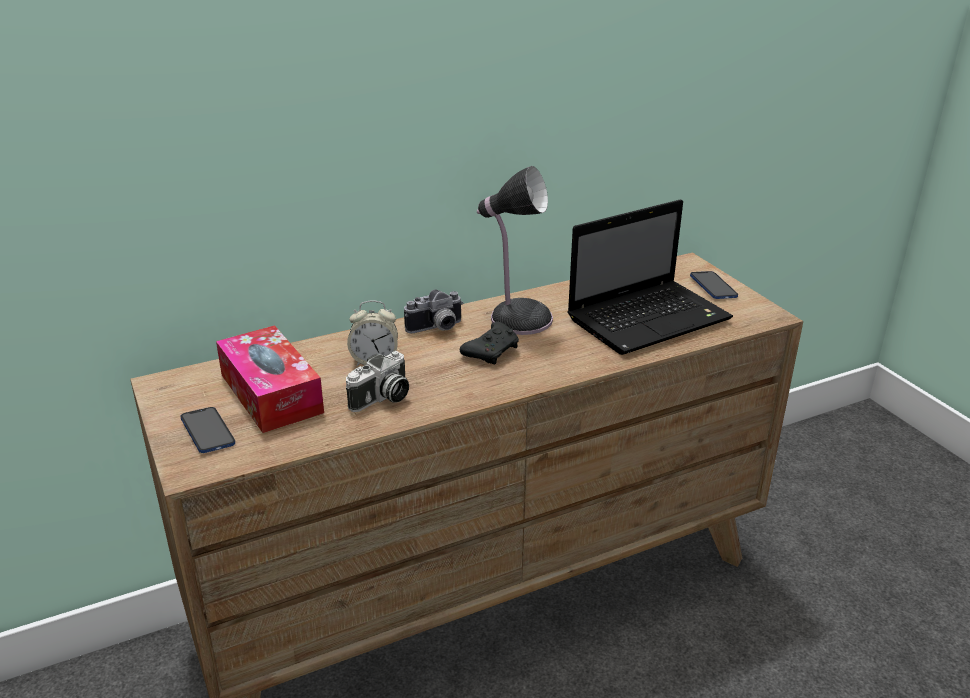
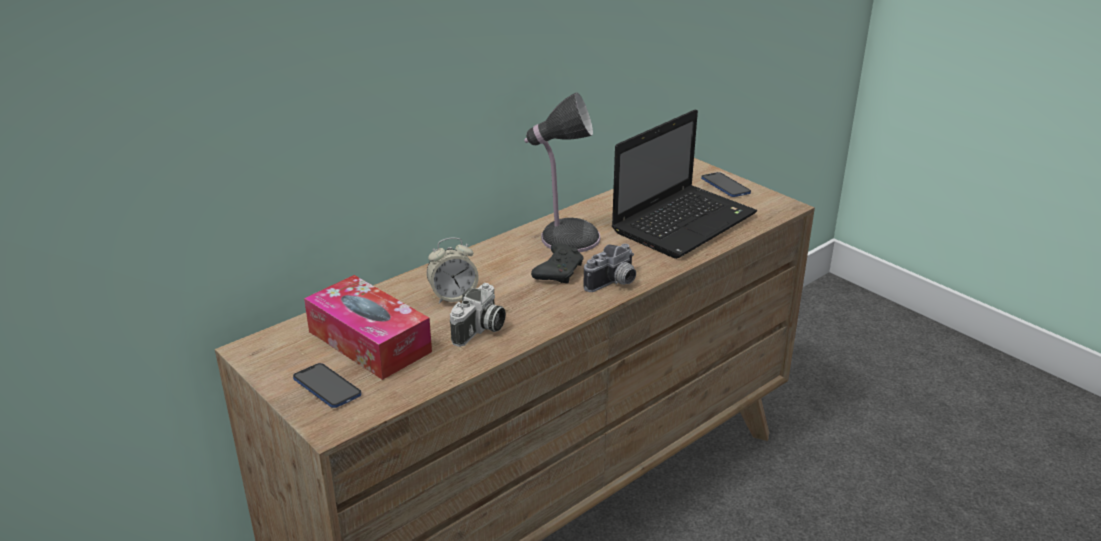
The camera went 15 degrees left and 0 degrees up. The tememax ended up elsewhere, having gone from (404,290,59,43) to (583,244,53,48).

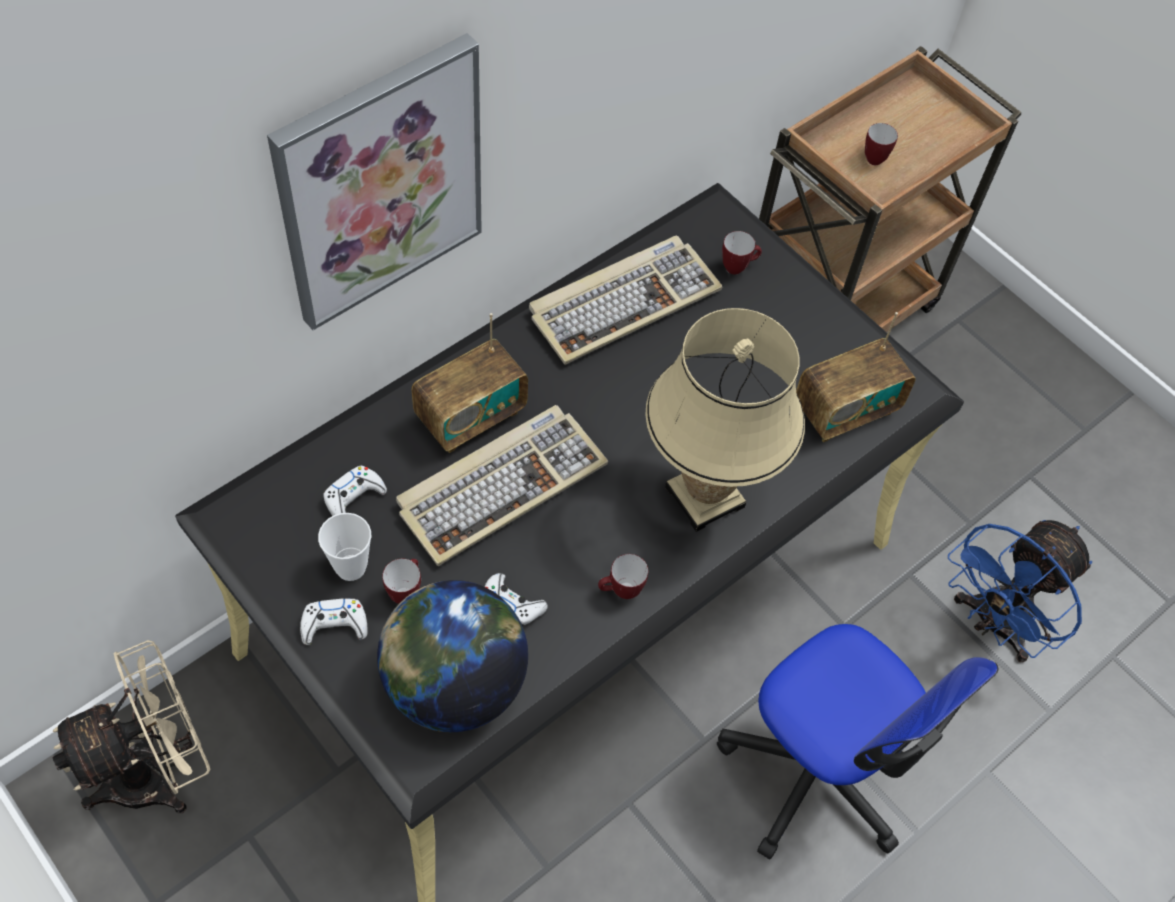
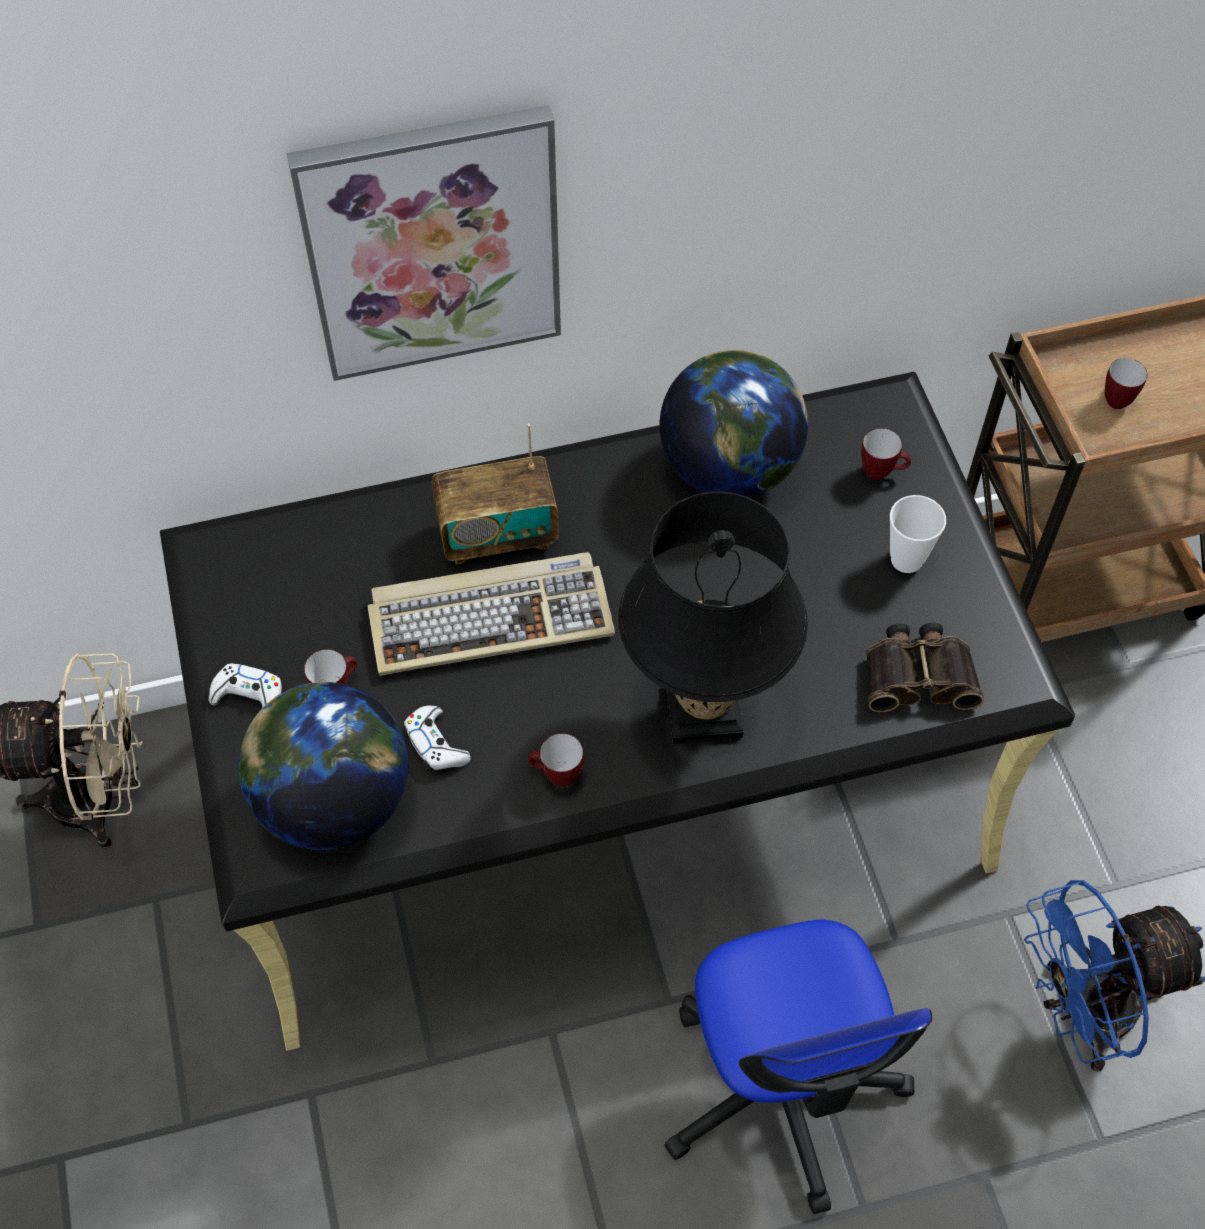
The camera went 30 degrees right and 0 degrees up. Where the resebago stood at (529,235,194,130), the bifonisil came to stand at (660,350,148,148). What was the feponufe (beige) at (645,308,160,224) turned into the feponufe (black) at (618,492,190,252). Where the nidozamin stood at (796,312,120,130), the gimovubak came to stand at (866,623,118,89). The second view lost the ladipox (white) at (323,465,64,51). The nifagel ended up elsewhere, having gone from (318,513,53,68) to (890,495,56,78).

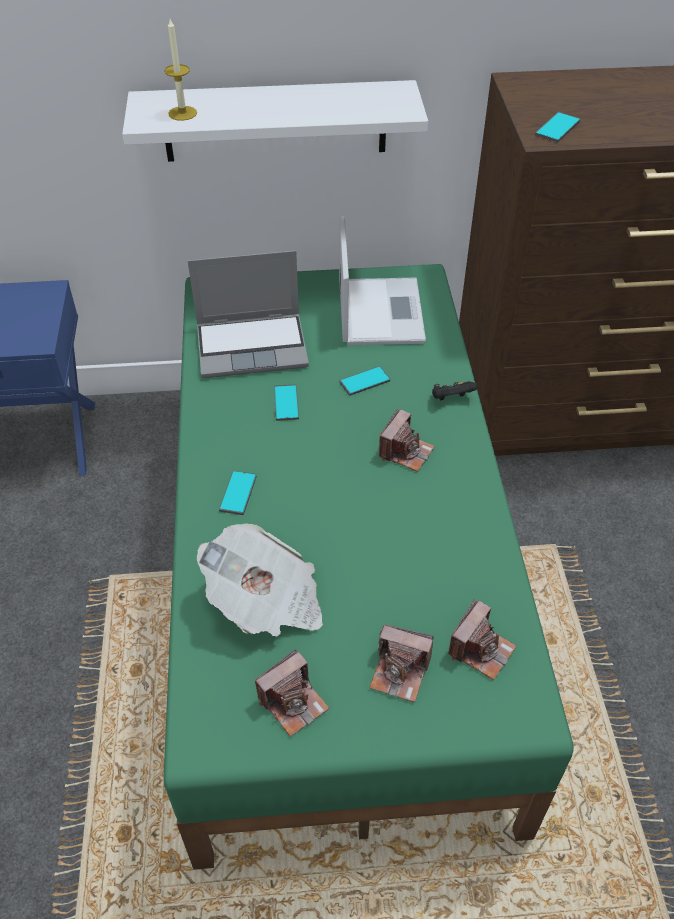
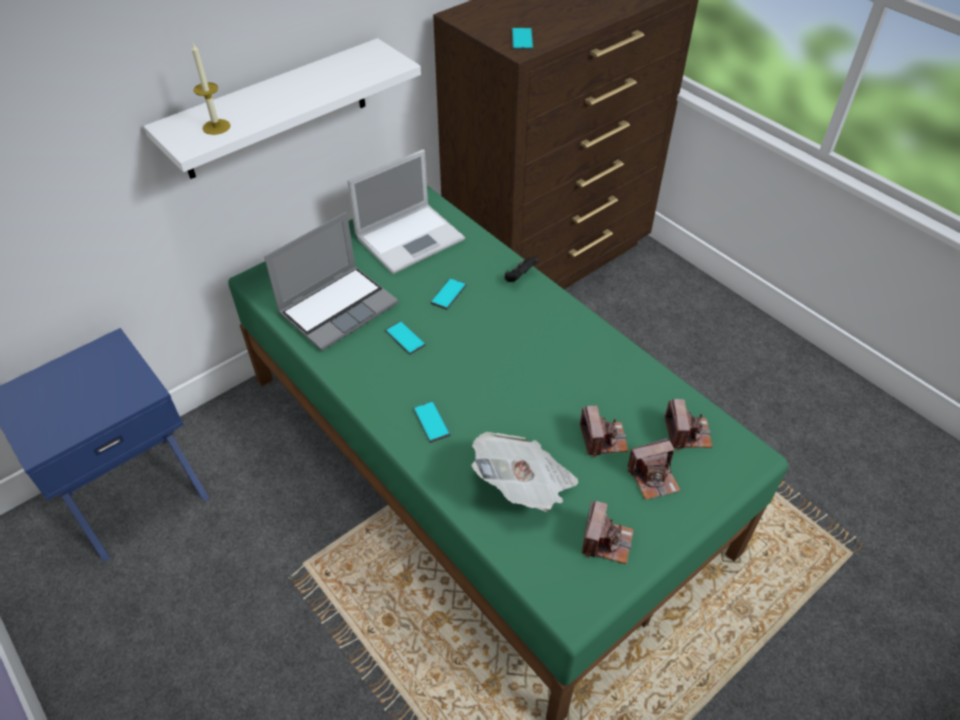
The camera went 35 degrees left and 0 degrees up. The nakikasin at (339,216,87,129) ended up facing another way, 90 degrees clockwise from before. The tememax ended up elsewhere, having gone from (379,409,56,63) to (580,405,49,52).

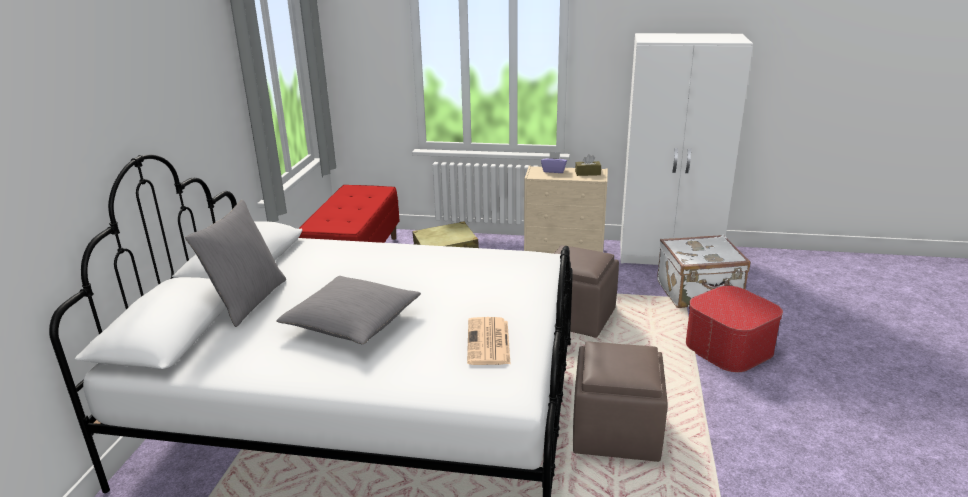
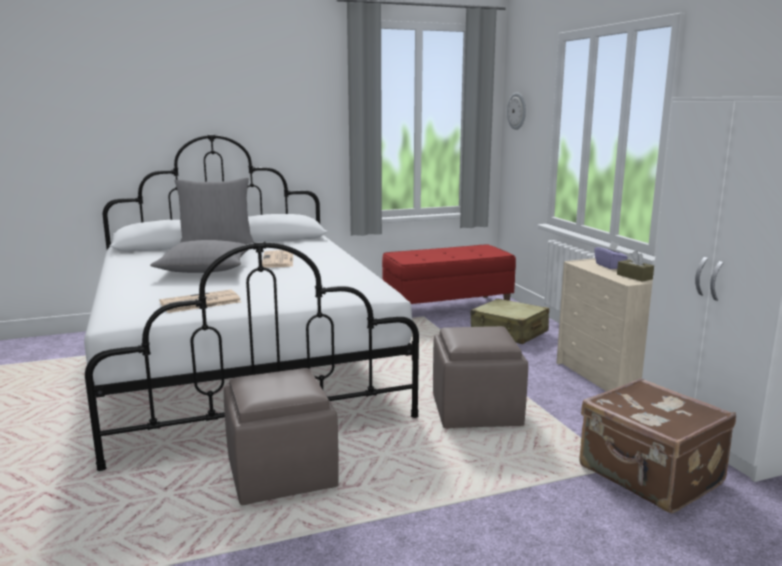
The camera went 60 degrees right and 10 degrees down. What was the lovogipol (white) at (657,235,93,73) turned into the lovogipol (brown) at (580,378,156,135). The second view lost the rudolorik at (686,286,97,86). The second view gained the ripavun at (507,92,19,38). The second view gained the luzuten at (262,250,31,18).

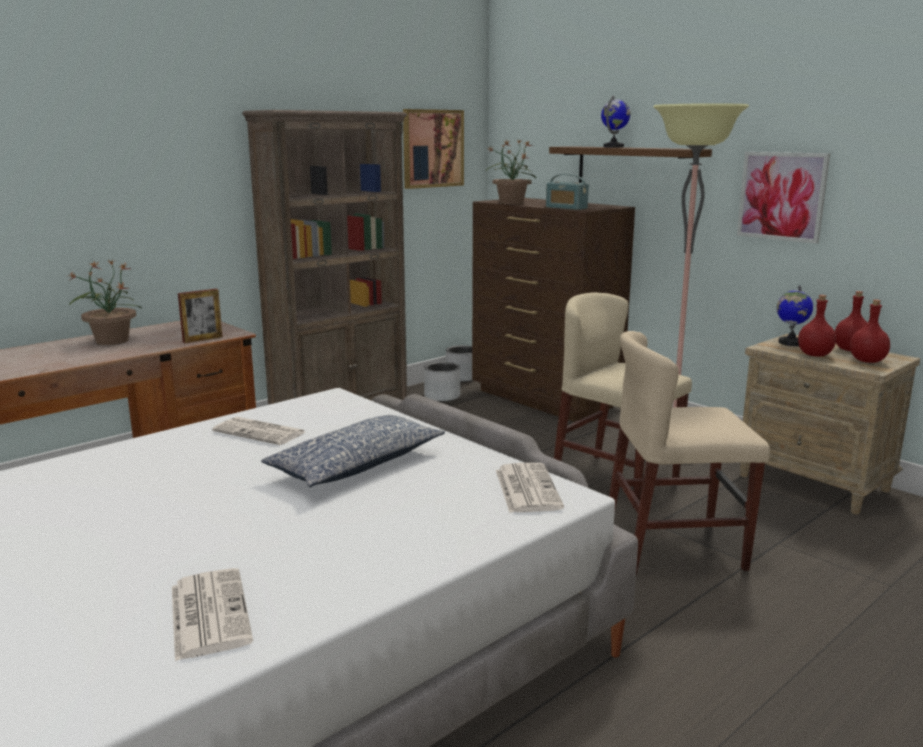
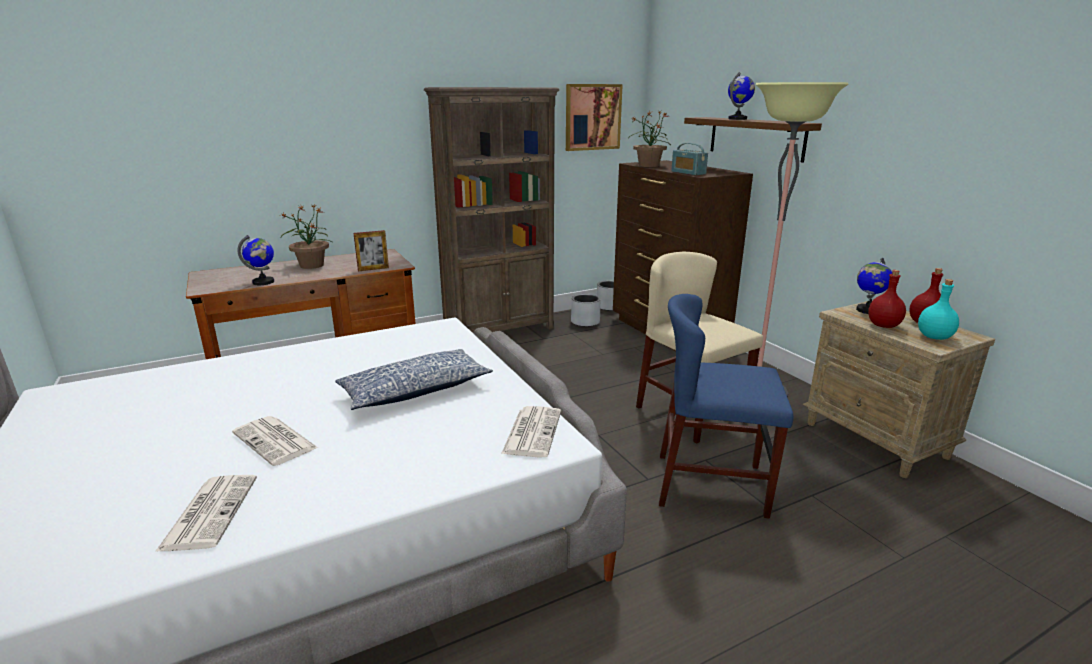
The camera went 15 degrees right and 5 degrees up. The second view lost the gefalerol at (737,152,93,92). What was the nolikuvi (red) at (850,299,40,64) turned into the nolikuvi (turquoise) at (918,279,41,61). What was the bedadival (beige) at (609,331,161,245) turned into the bedadival (blue) at (659,294,134,225). The luzuten ended up elsewhere, having gone from (212,417,93,28) to (232,416,86,50). The second view gained the bifonisil at (237,235,37,50).

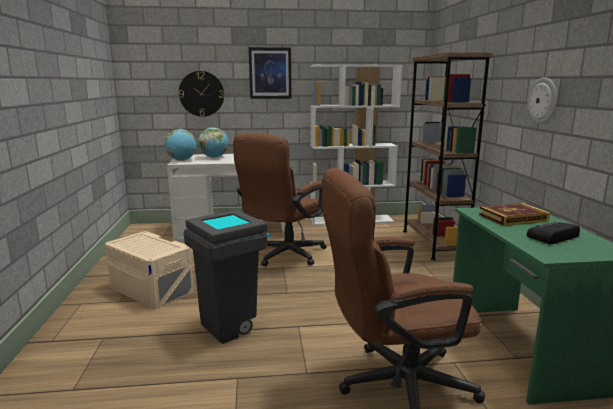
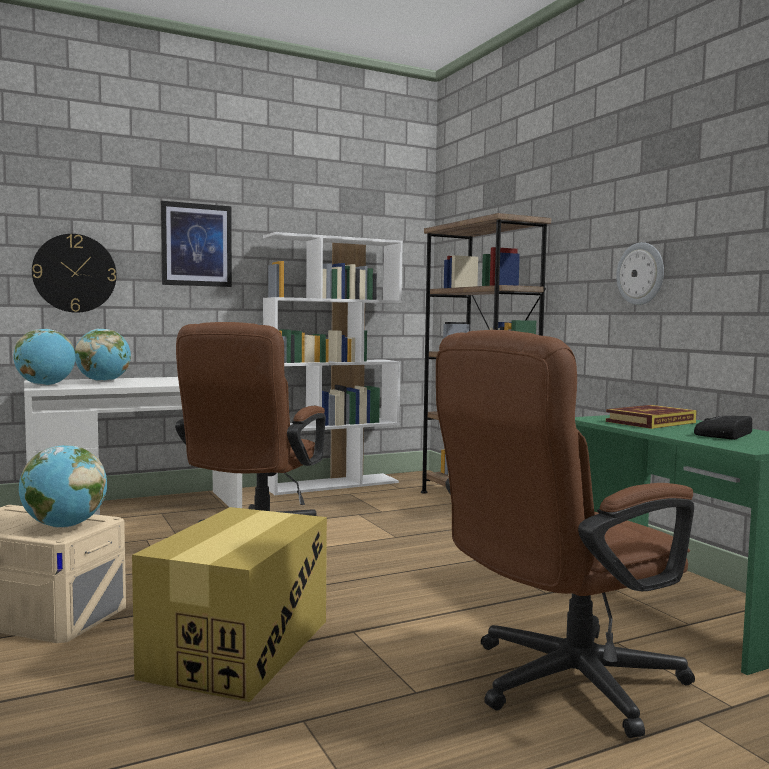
The camera went 20 degrees left and 10 degrees down. Where the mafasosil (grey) stood at (184,210,87,134), the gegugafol came to stand at (132,507,195,195). The second view gained the bifonisil at (19,445,88,82).

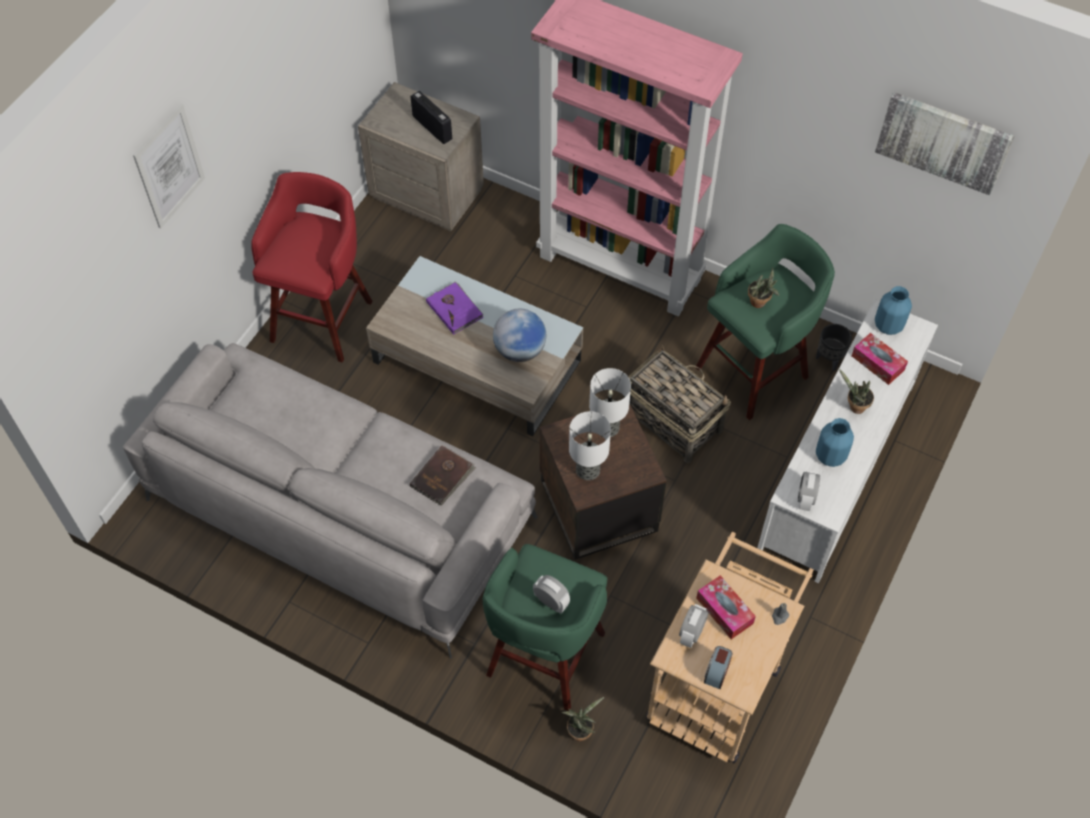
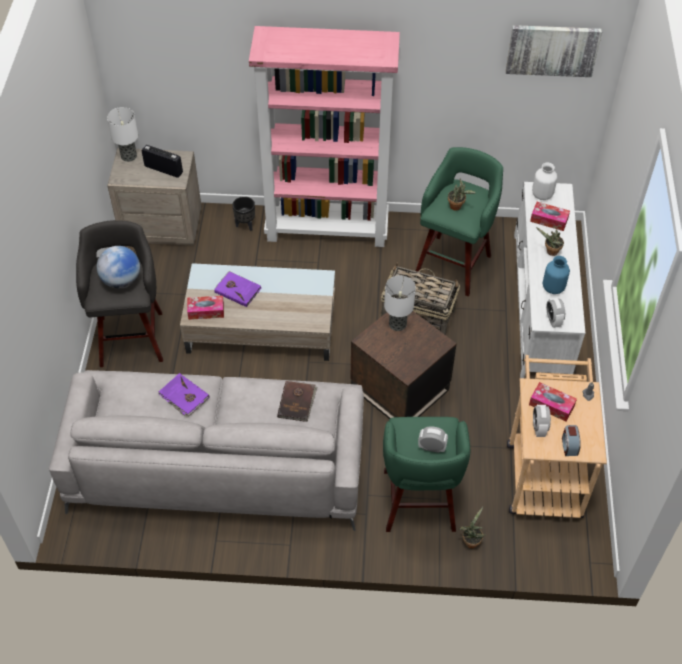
The camera went 25 degrees left and 5 degrees down. The second view lost the gefalerol at (133,104,72,125). What was the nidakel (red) at (251,172,121,190) turned into the nidakel (grey) at (76,220,87,147). What was the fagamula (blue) at (875,286,37,49) turned into the fagamula (white) at (532,163,25,37). The bifonisil ended up elsewhere, having gone from (493,309,53,53) to (97,246,43,43). The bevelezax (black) ended up elsewhere, having gone from (816,324,36,47) to (232,196,23,35). The feponufe ended up elsewhere, having gone from (569,411,42,69) to (107,107,31,55). The second view gained the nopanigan at (187,296,37,24). The second view gained the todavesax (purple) at (158,373,51,45).

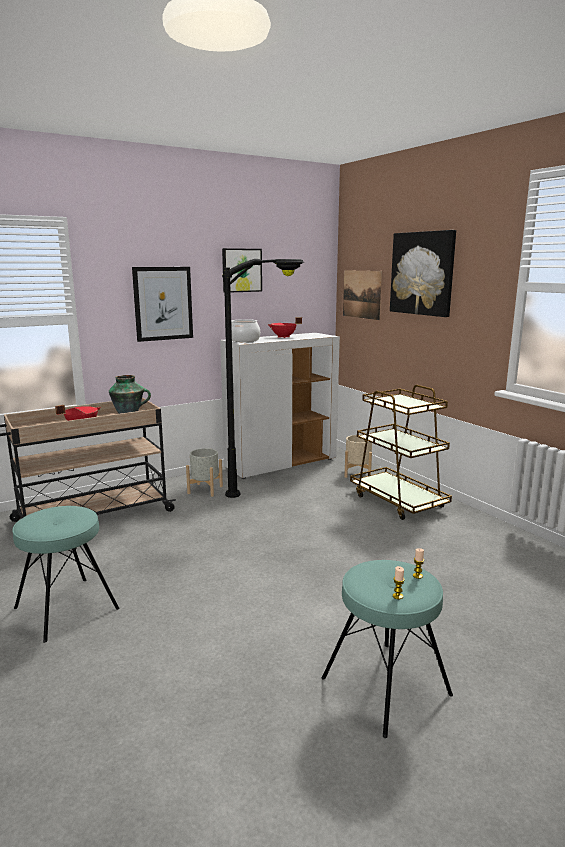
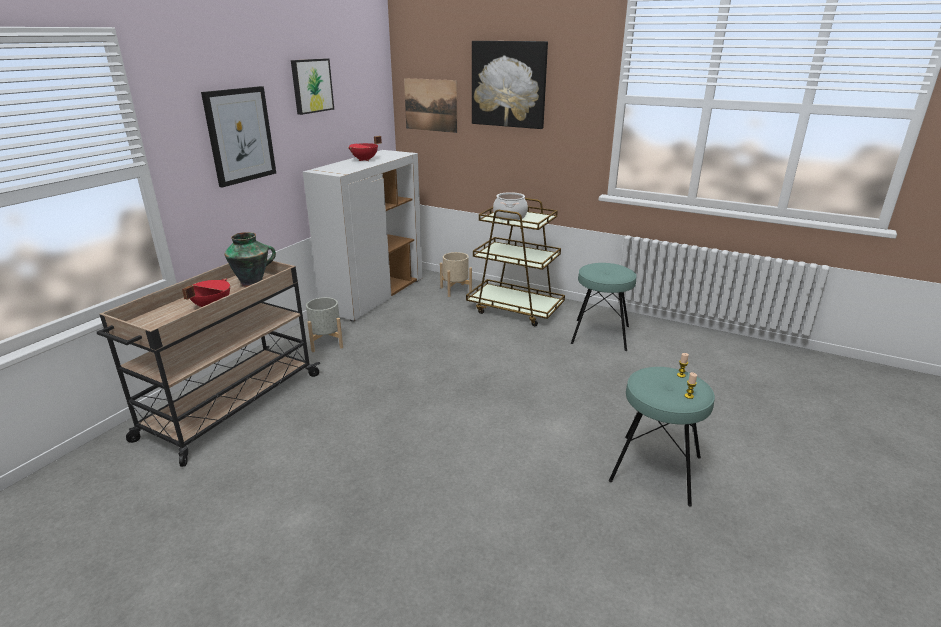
The camera went 30 degrees left and 10 degrees up. The second view lost the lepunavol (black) at (222,259,83,239). The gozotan ended up elsewhere, having gone from (231,319,29,23) to (493,192,35,29). The nidakel (turquoise) ended up elsewhere, having gone from (12,506,107,137) to (571,263,66,88).

